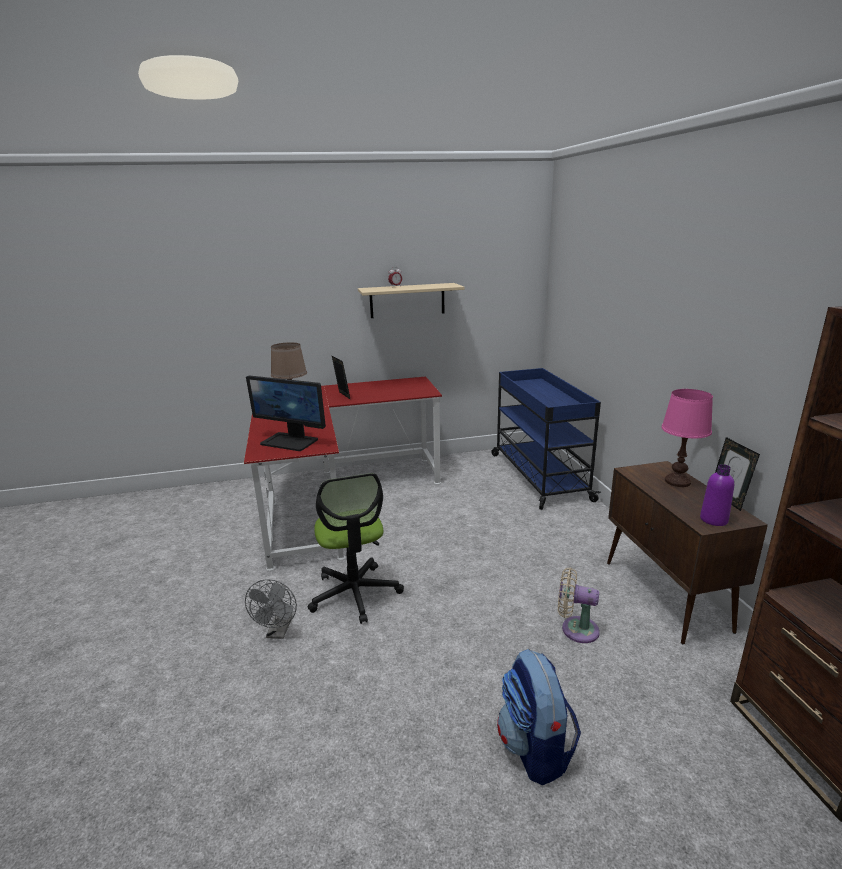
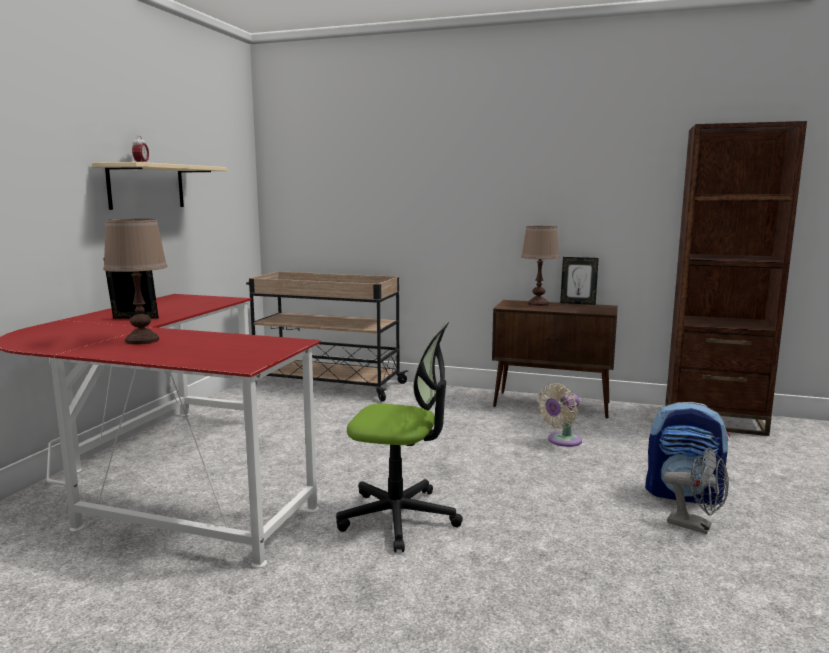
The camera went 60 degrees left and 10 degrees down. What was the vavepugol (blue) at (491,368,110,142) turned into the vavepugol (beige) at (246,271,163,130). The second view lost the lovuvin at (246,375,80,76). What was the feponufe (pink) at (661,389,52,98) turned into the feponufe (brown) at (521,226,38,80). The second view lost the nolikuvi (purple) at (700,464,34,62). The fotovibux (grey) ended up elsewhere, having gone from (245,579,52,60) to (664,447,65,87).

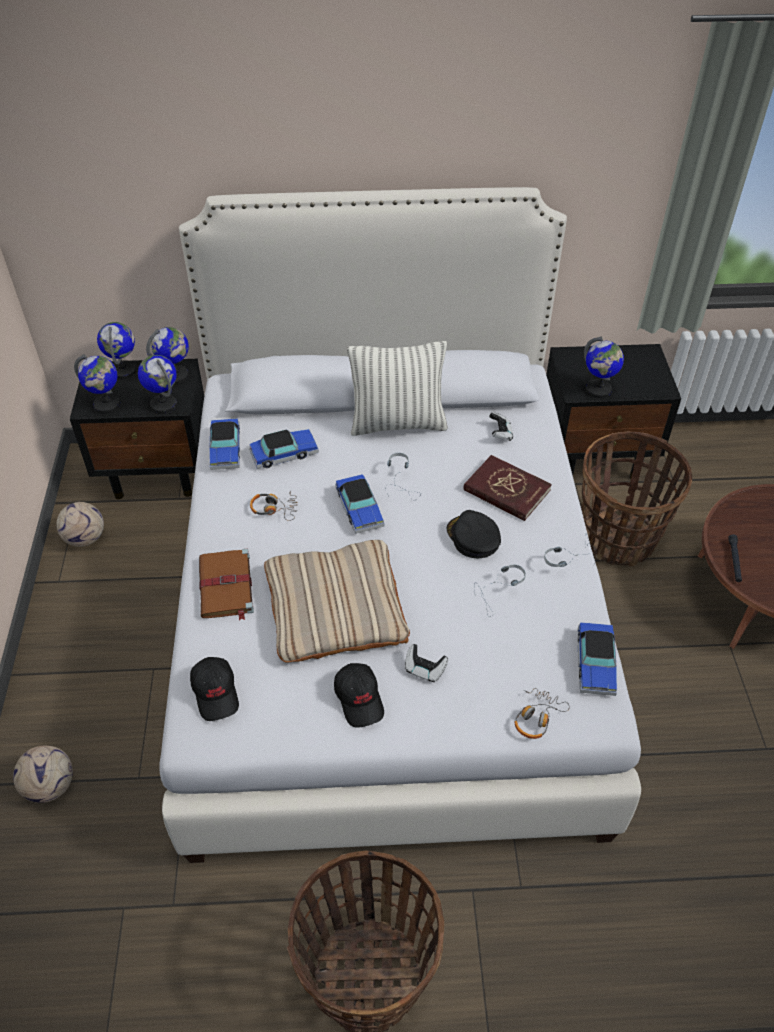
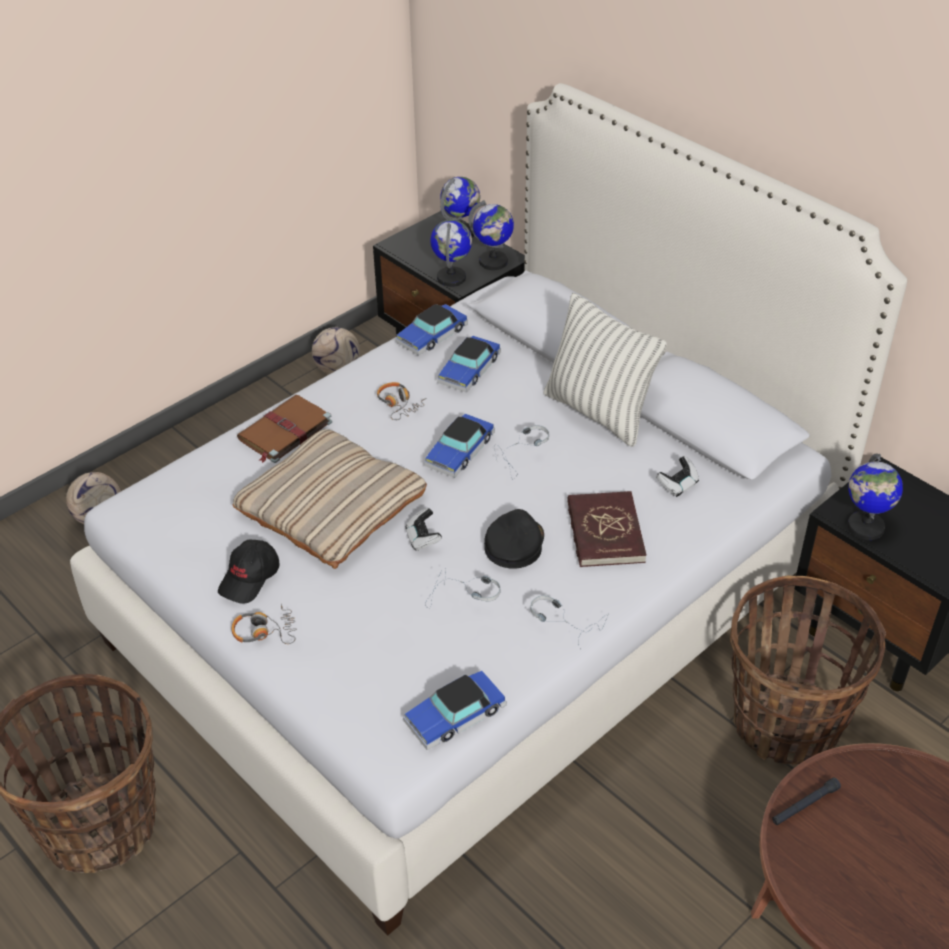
The camera went 50 degrees right and 5 degrees down. The second view lost the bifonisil at (74,354,46,60). The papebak at (249,429,70,40) ended up facing another way, 90 degrees clockwise from before. The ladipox ended up elsewhere, having gone from (405,644,43,38) to (406,508,36,43). The second view lost the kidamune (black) at (190,657,49,64). The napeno ended up elsewhere, having gone from (514,688,56,51) to (232,604,65,40).

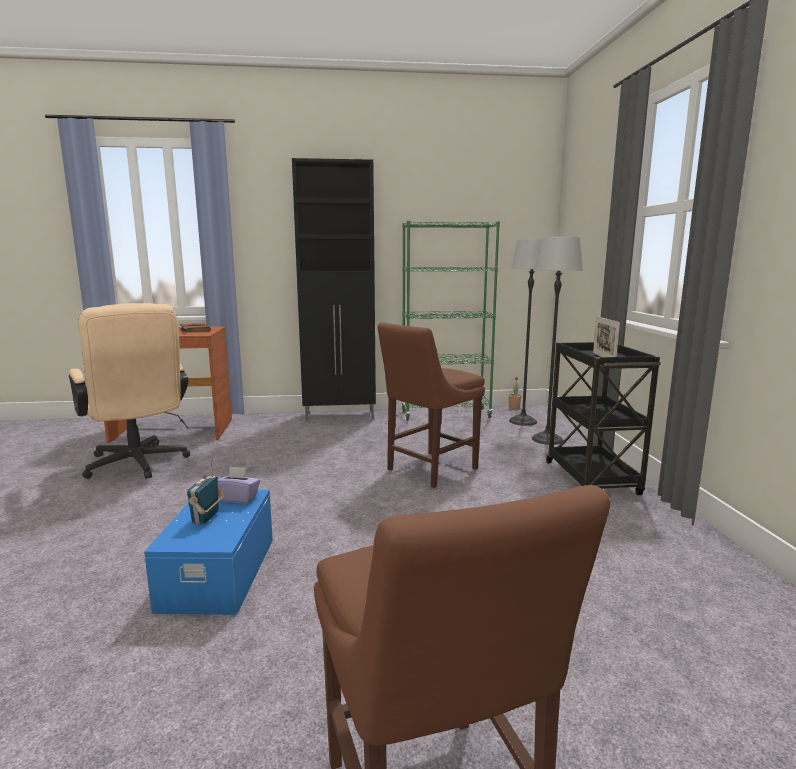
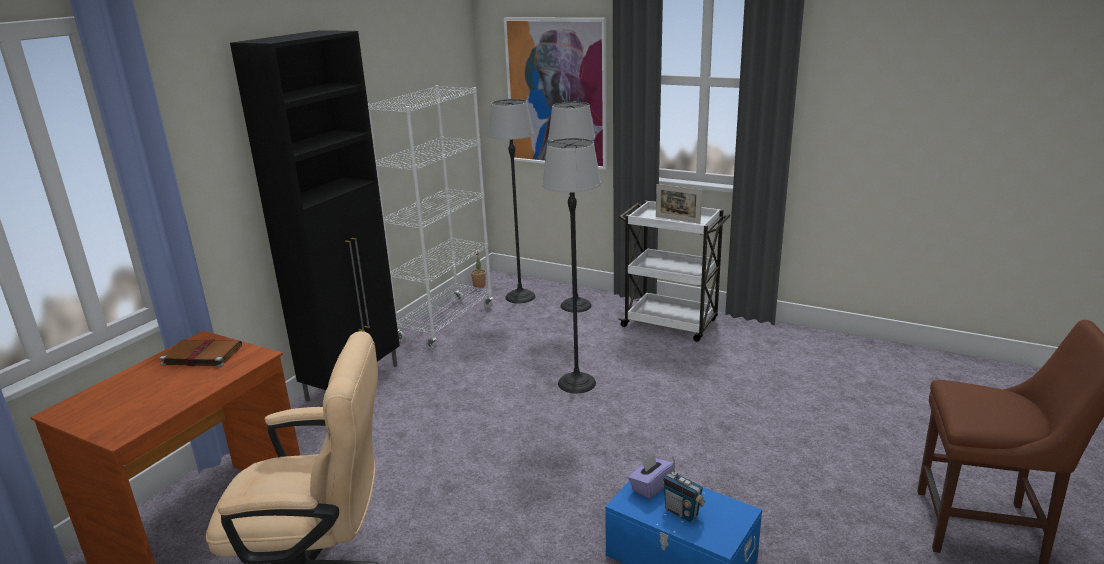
The camera went 55 degrees left and 10 degrees up. What was the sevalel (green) at (402,221,98,200) turned into the sevalel (white) at (368,85,125,264). Where the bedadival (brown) stood at (377,322,108,166), the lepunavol came to stand at (542,138,59,255). What was the vavepugol (black) at (546,342,115,153) turned into the vavepugol (white) at (618,200,112,142). The second view gained the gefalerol at (504,18,103,152).

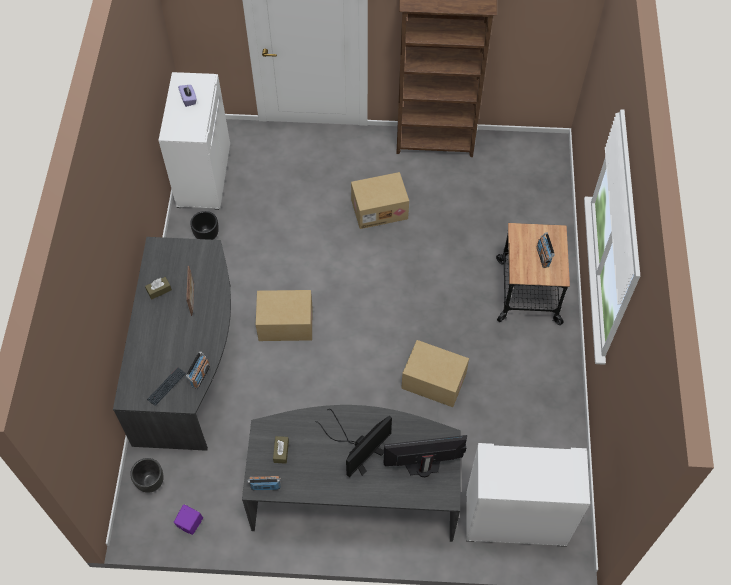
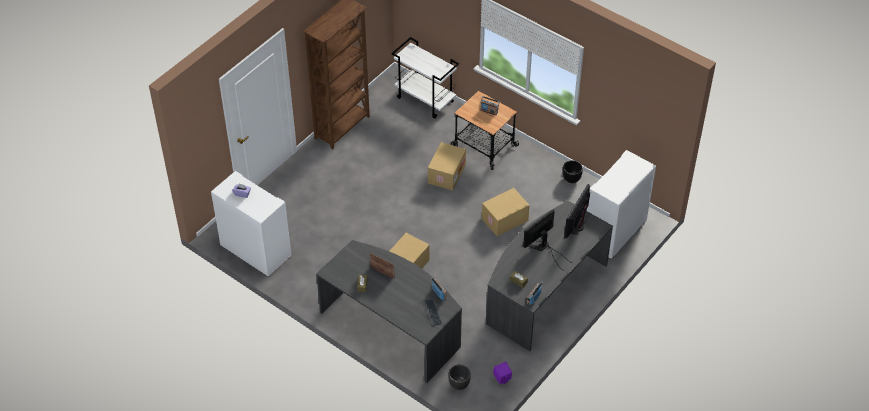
The camera went 55 degrees left and 10 degrees down. The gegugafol ended up elsewhere, having gone from (351,172,58,57) to (428,142,38,49). The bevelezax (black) ended up elsewhere, having gone from (190,211,29,29) to (563,160,20,23). The lovuvin at (315,409,77,68) ended up facing another way, 120 degrees counterclockwise from before. The second view gained the vavepugol (white) at (391,37,68,81).

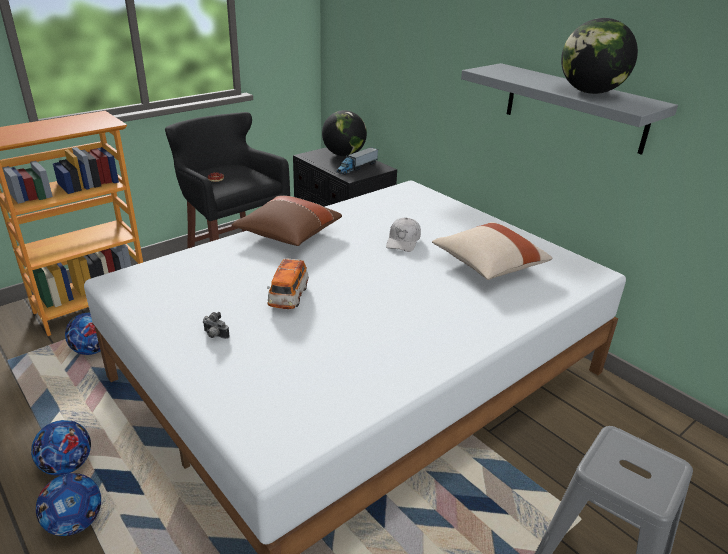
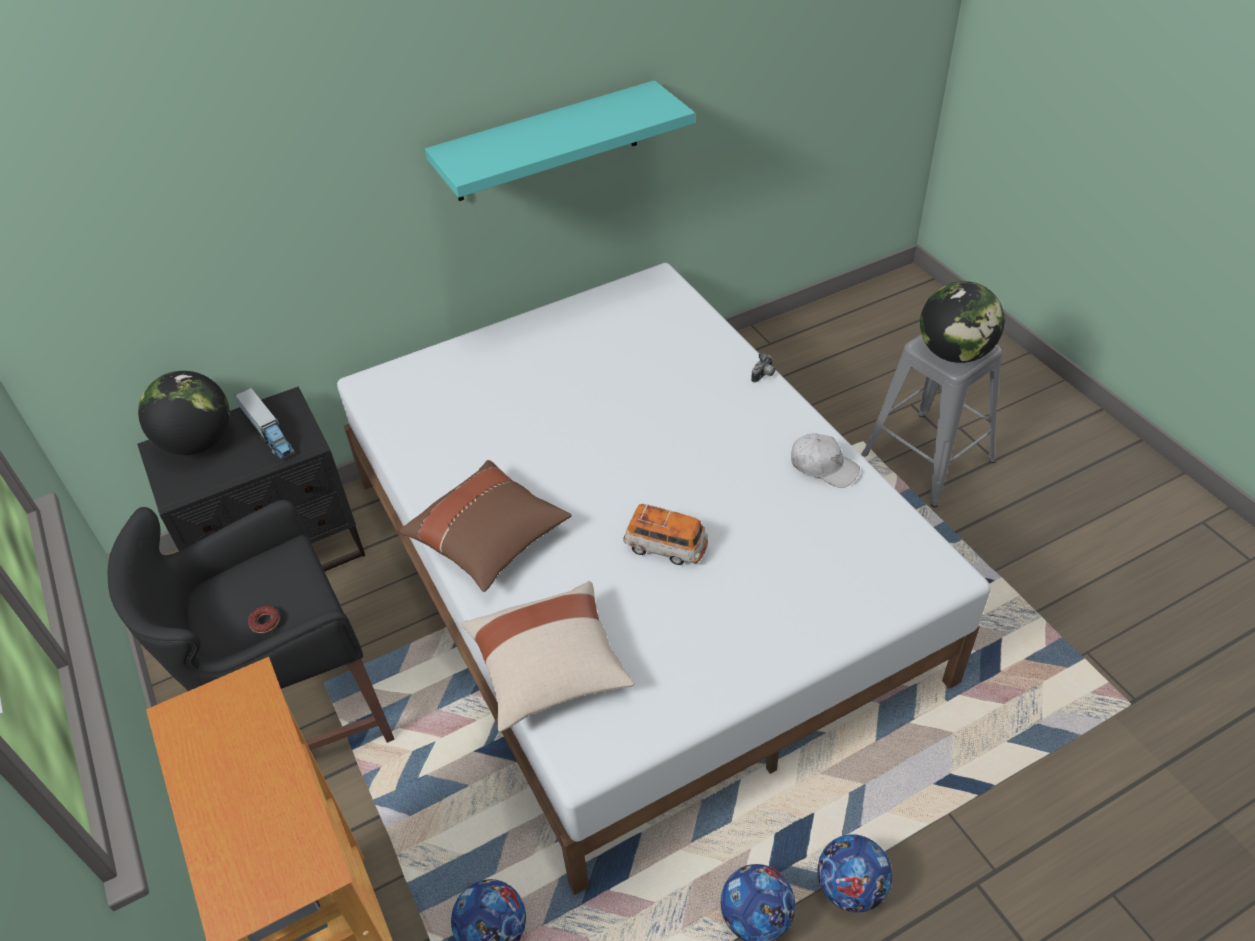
The camera went 75 degrees left and 15 degrees up. The bifonisil ended up elsewhere, having gone from (561,18,77,76) to (920,281,85,82). What was the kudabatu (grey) at (461,63,217,92) turned into the kudabatu (turquoise) at (425,80,270,121). The kidamune (white) ended up elsewhere, having gone from (386,218,35,34) to (791,433,69,55). The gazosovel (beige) ended up elsewhere, having gone from (432,222,120,58) to (462,581,173,151). The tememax ended up elsewhere, having gone from (203,312,27,27) to (751,352,24,31).

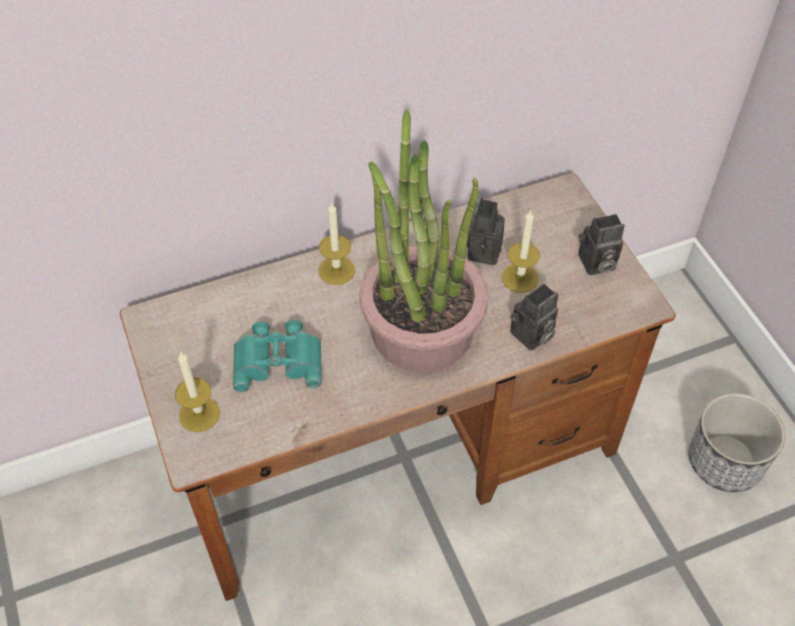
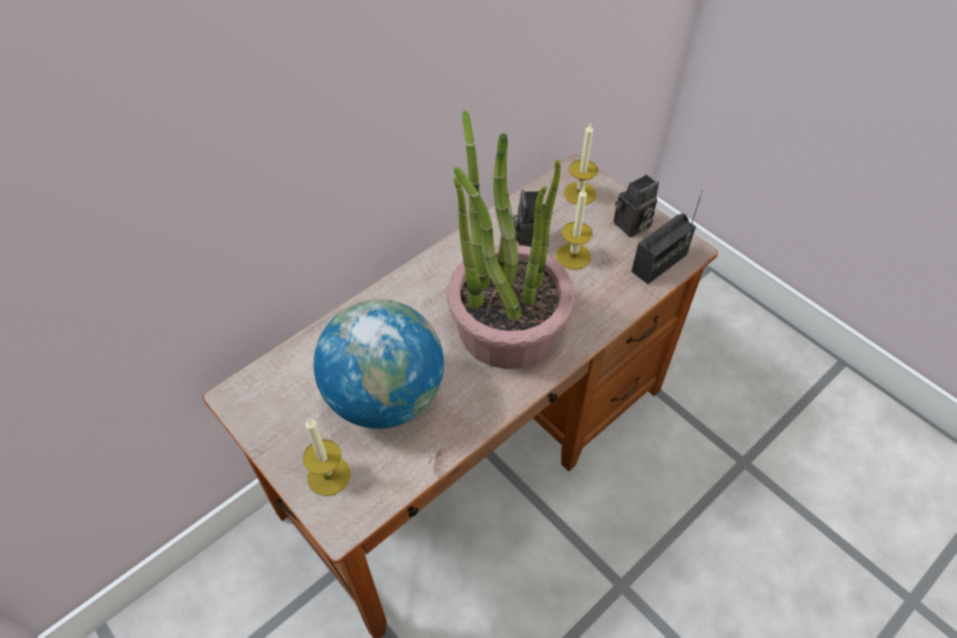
The camera went 20 degrees left and 0 degrees up. The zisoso ended up elsewhere, having gone from (318,202,37,83) to (564,122,34,83). The second view lost the tememax at (510,284,48,66). Where the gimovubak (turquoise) stood at (233,320,89,72), the bifonisil came to stand at (314,299,130,130). The second view lost the bevelezax at (689,393,96,99). The second view gained the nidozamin at (631,190,72,94).

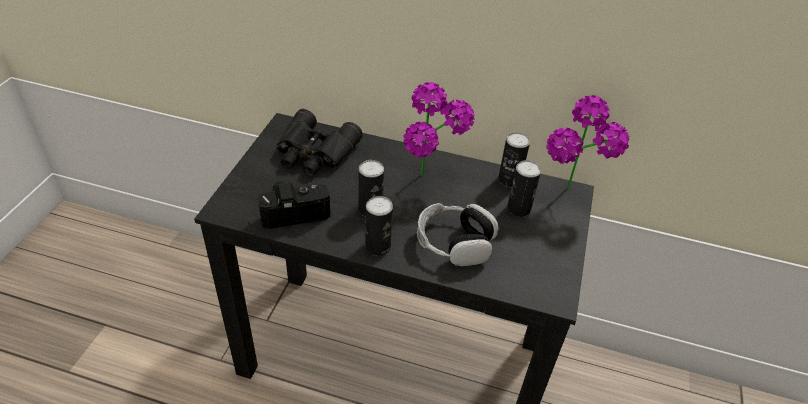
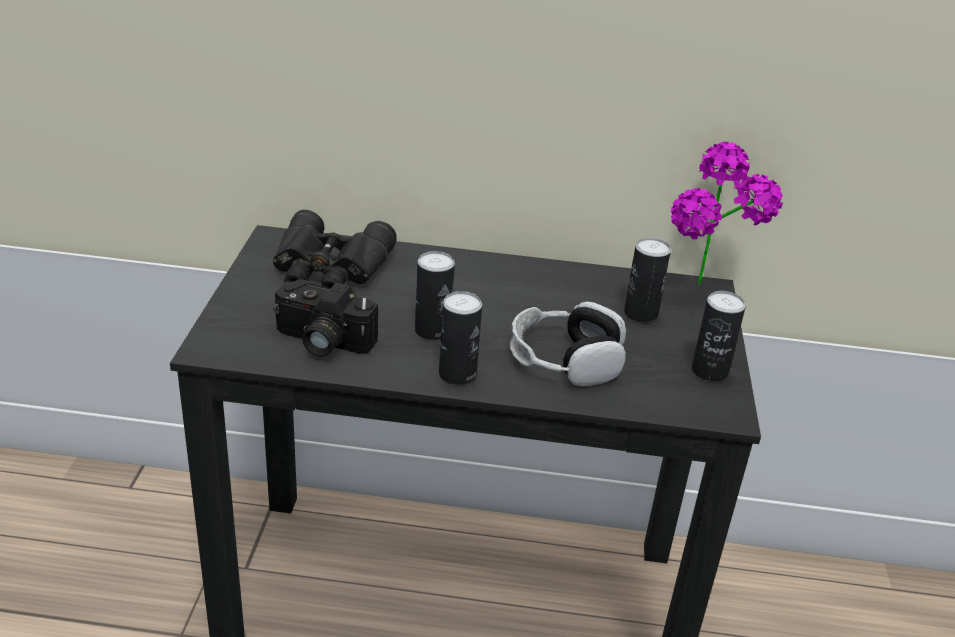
The camera went 10 degrees left and 10 degrees down. The second view lost the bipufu at (403,82,72,93). The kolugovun ended up elsewhere, having gone from (498,132,32,55) to (692,291,54,91). The tememax at (257,180,74,49) ended up facing another way, 135 degrees counterclockwise from before.

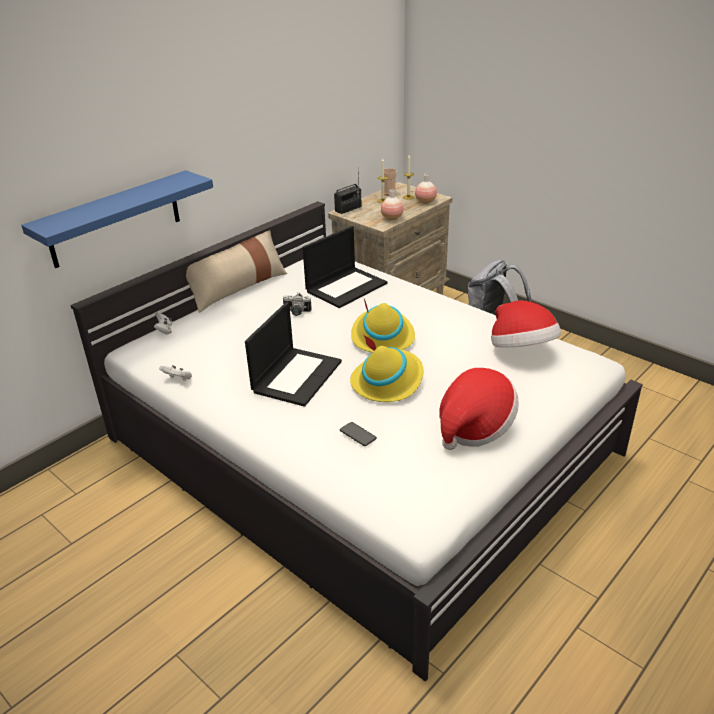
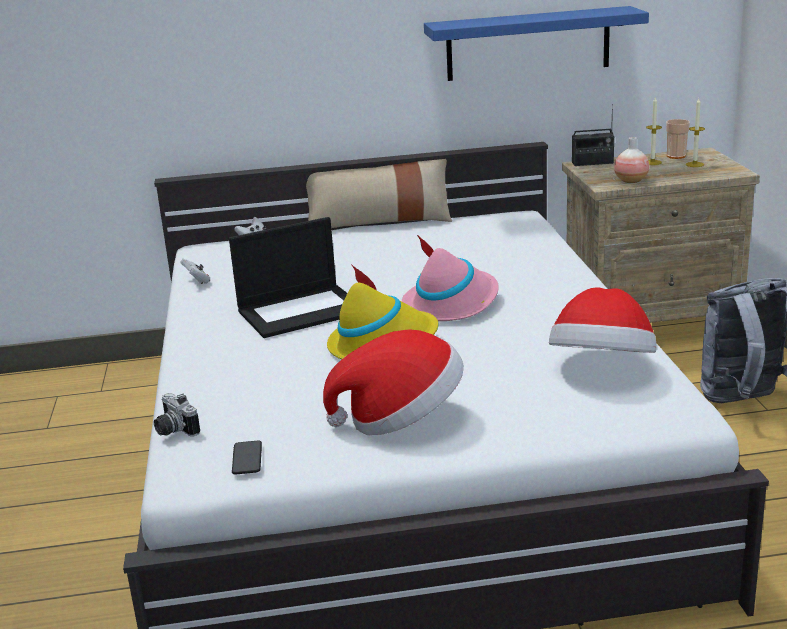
The camera went 40 degrees right and 10 degrees down. The kudabatu (blue) ended up elsewhere, having gone from (21,170,192,98) to (424,6,225,75). The second view lost the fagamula at (415,174,22,30). The second view lost the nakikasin at (303,226,85,82). The tememax ended up elsewhere, having gone from (283,293,29,23) to (154,393,46,44). What was the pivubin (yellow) at (351,299,64,54) turned into the pivubin (pink) at (402,235,97,86). The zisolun ended up elsewhere, having gone from (340,422,37,24) to (232,441,30,33).

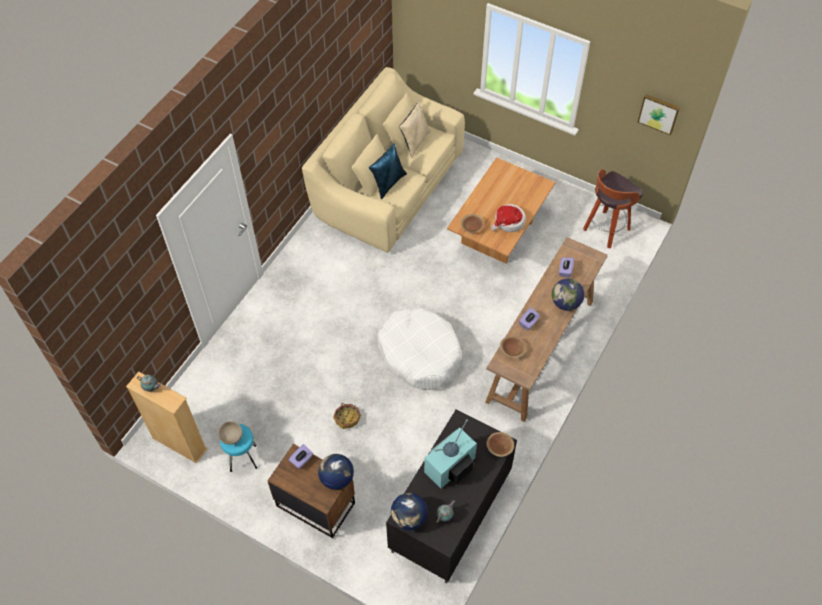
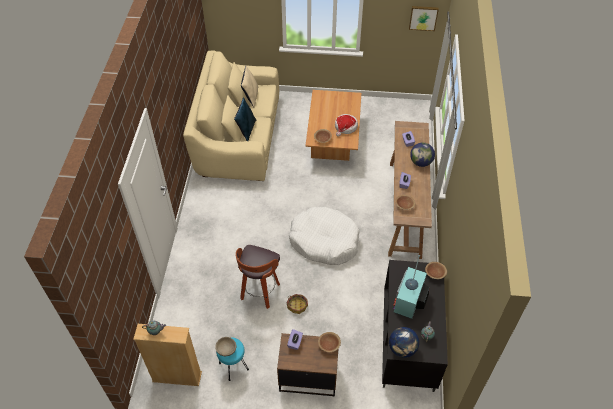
The camera went 25 degrees left and 5 degrees down. The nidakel ended up elsewhere, having gone from (583,169,60,79) to (235,245,45,64). Where the bifonisil stood at (318,454,36,36), the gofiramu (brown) came to stand at (318,332,23,20).

